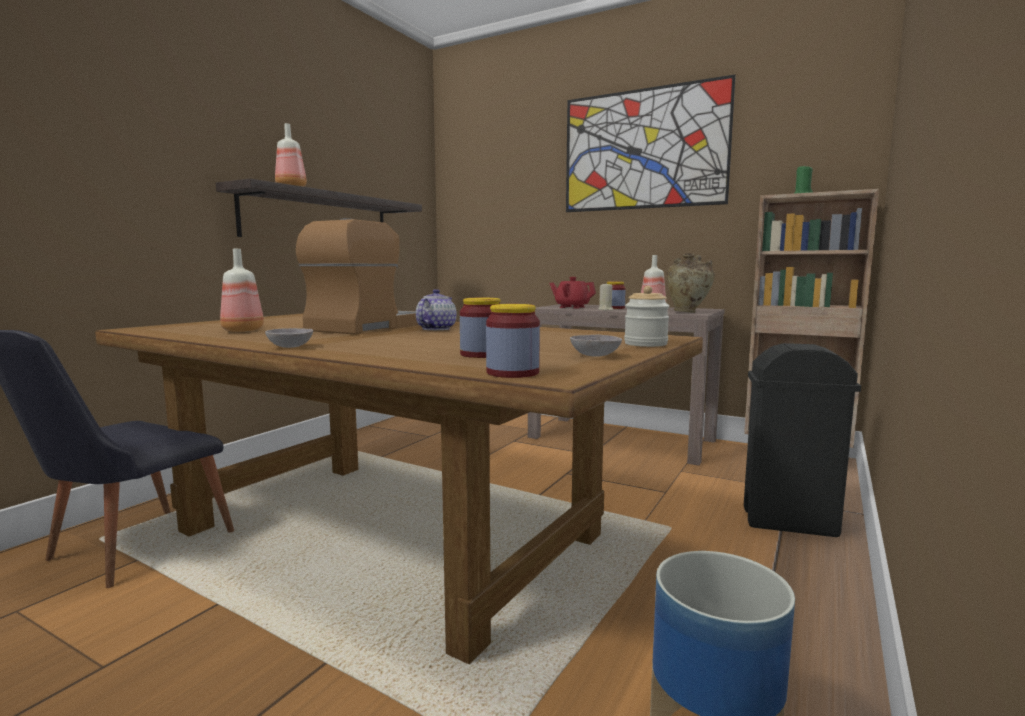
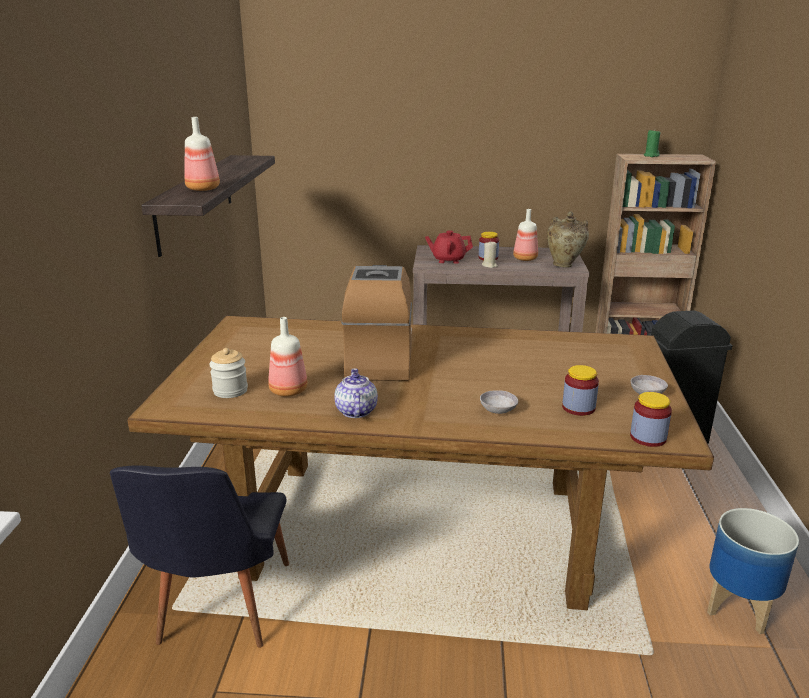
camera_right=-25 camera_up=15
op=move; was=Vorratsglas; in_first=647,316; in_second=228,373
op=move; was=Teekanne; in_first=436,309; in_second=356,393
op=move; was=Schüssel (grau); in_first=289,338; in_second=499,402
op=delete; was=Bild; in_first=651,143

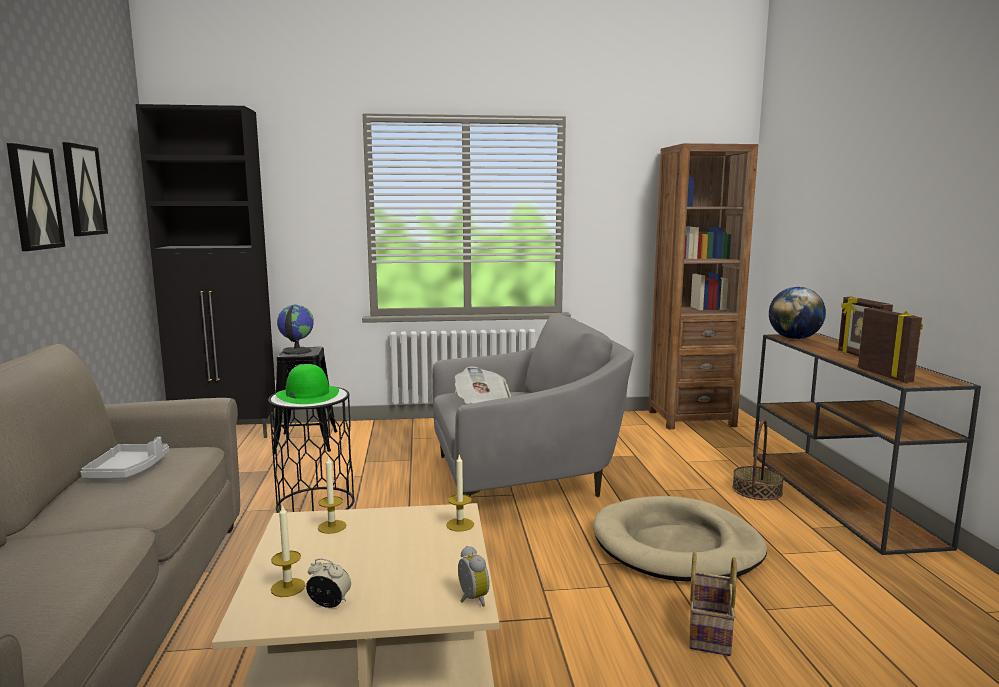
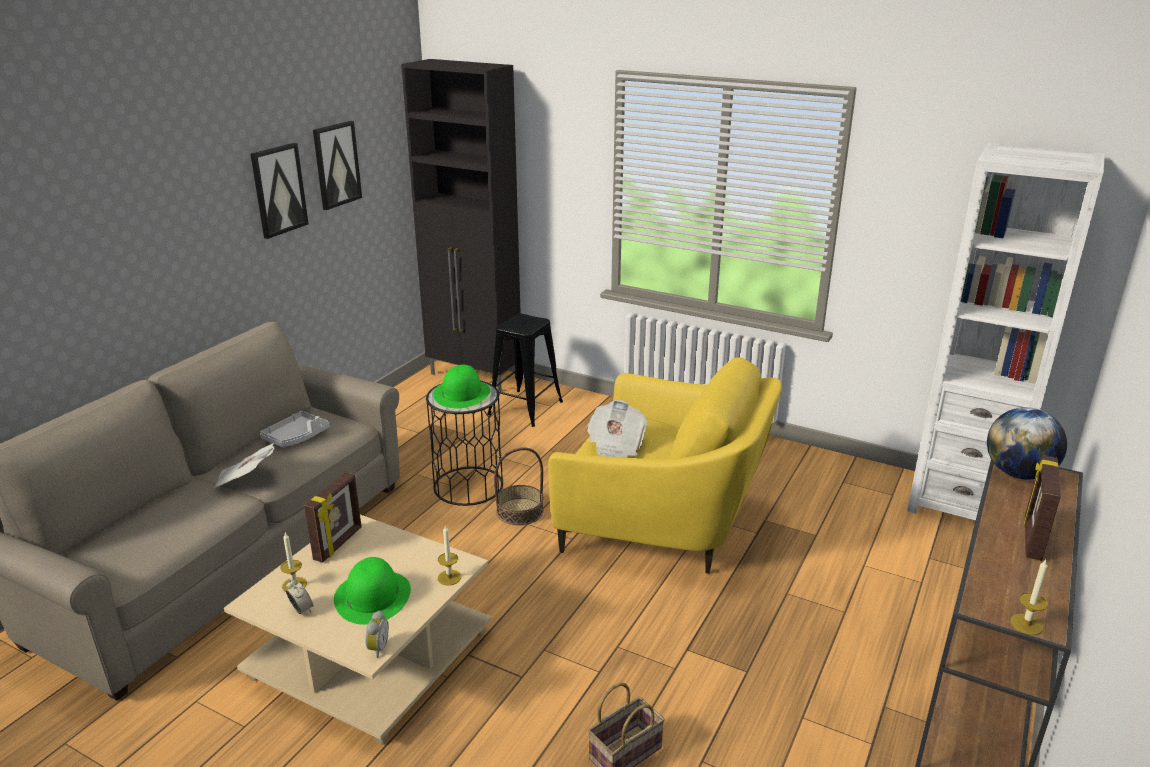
camera_right=35 camera_up=15
op=insert; now=Zeitung; in_second=244,465
op=move; was=Bilderrahmen; in_first=890,345; in_second=333,517
op=insert; now=Hut (grün); in_second=372,591
op=move; was=Korb; in_first=758,459; in_second=519,486
op=recolor; was=Sessel (grau); now=Sessel (gelb); in_first=533,405; in_second=665,466
op=recolor; was=Bücherregal (braun); now=Bücherregal (weiß); in_first=703,286; in_second=1006,331
op=move; was=Kerze; in_first=332,495; in_second=1029,597
op=delete; was=Globus; in_first=295,330
op=delete; was=Hundebett (beige); in_first=680,539

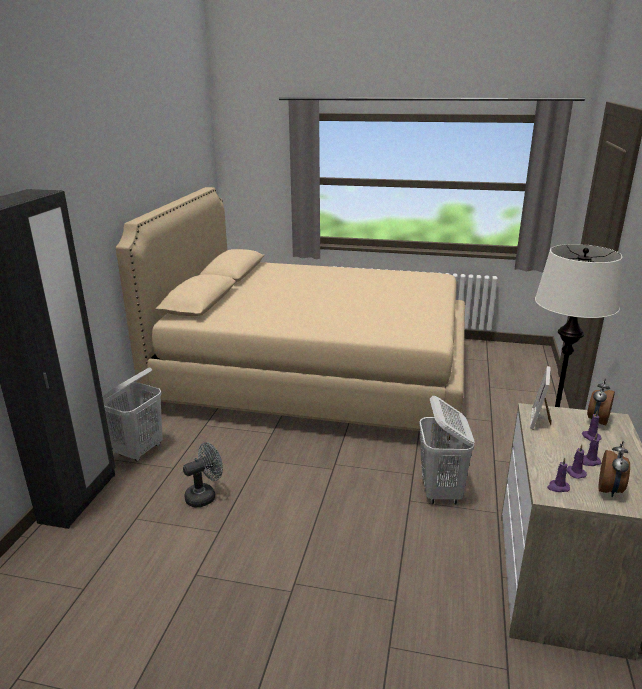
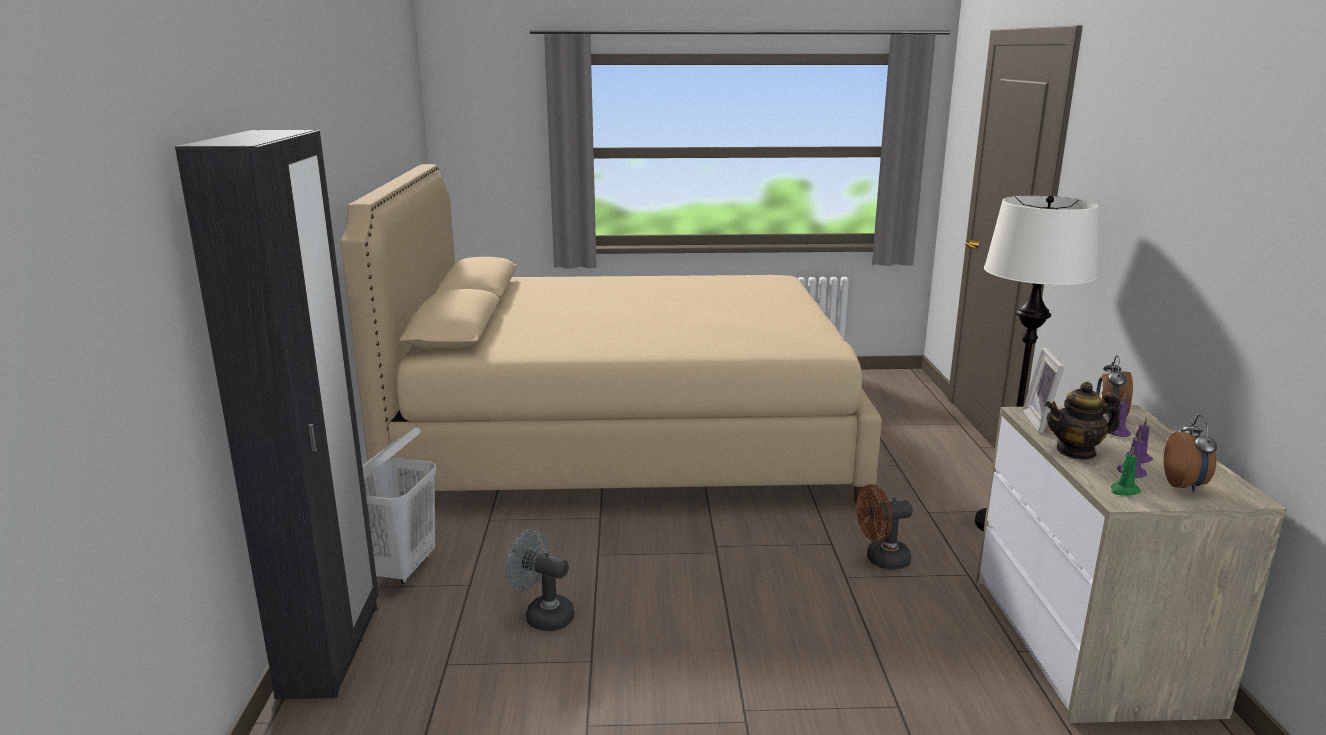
camera_right=-15 camera_up=-5
op=rotate; was=Ventilator (grau); in_first=203,474; in_second=540,579; clockwise=-105
op=replace; was=Wäschekorb (weiß); now=Ventilator (braun); in_first=447,450; in_second=884,527
op=insert; now=Teekanne; in_second=1082,421
op=recolor; was=Kerze (lila); now=Kerze (grün); in_first=558,475; in_second=1126,471

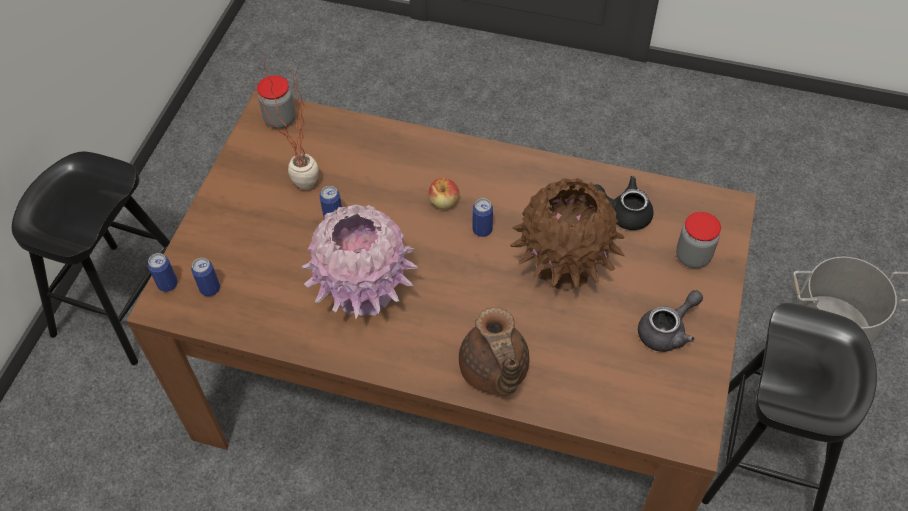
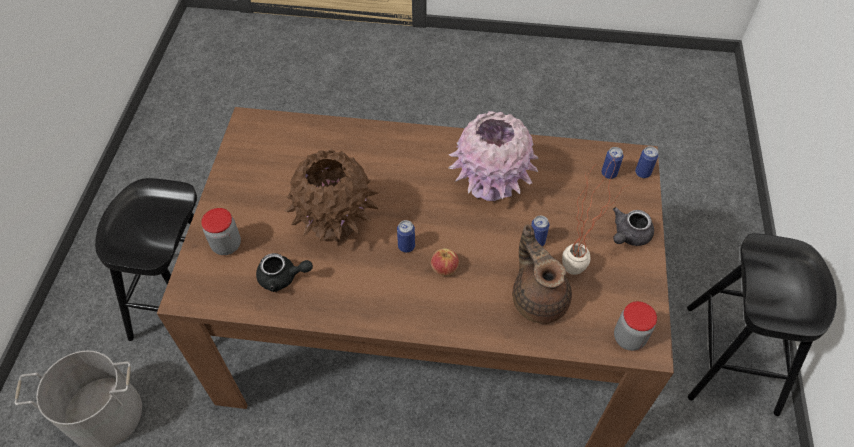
camera_right=170 camera_up=0
op=move; was=Teekanne (braun); in_first=494,351; in_second=542,273
op=move; was=Teekanne (grau); in_first=670,321; in_second=633,226

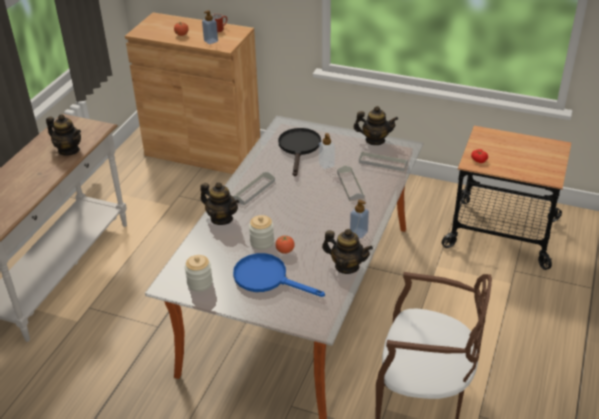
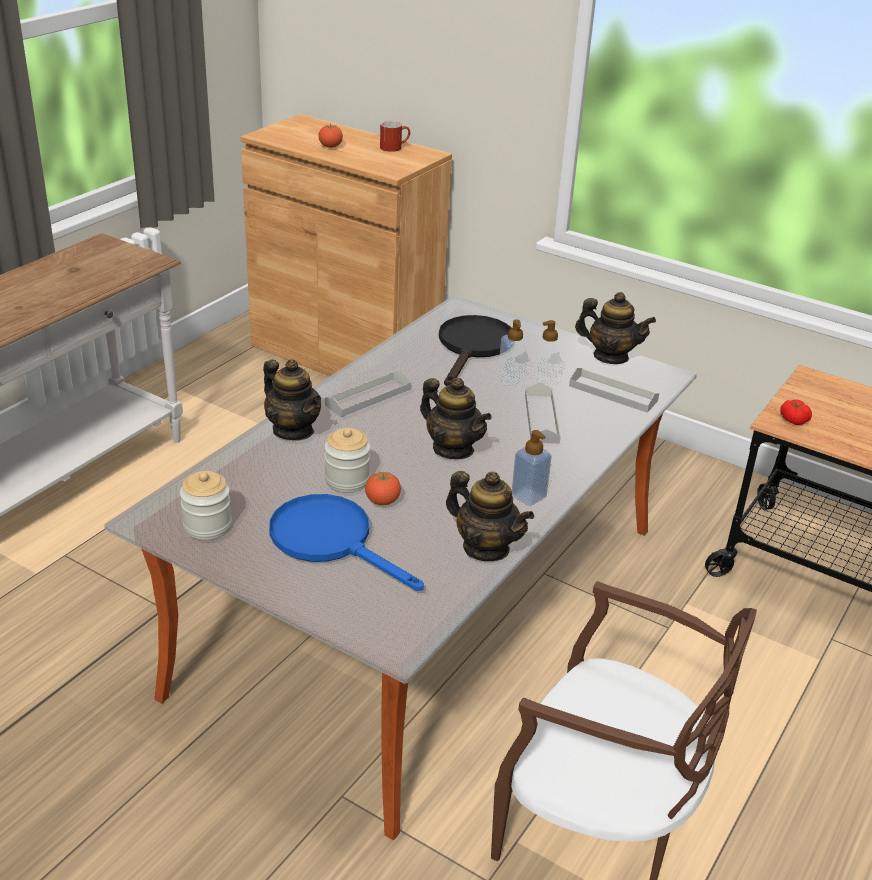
camera_right=10 camera_up=-5
op=move; was=Teekanne; in_first=63,134; in_second=456,418
op=move; was=Seifenspender; in_first=210,27; in_second=547,353

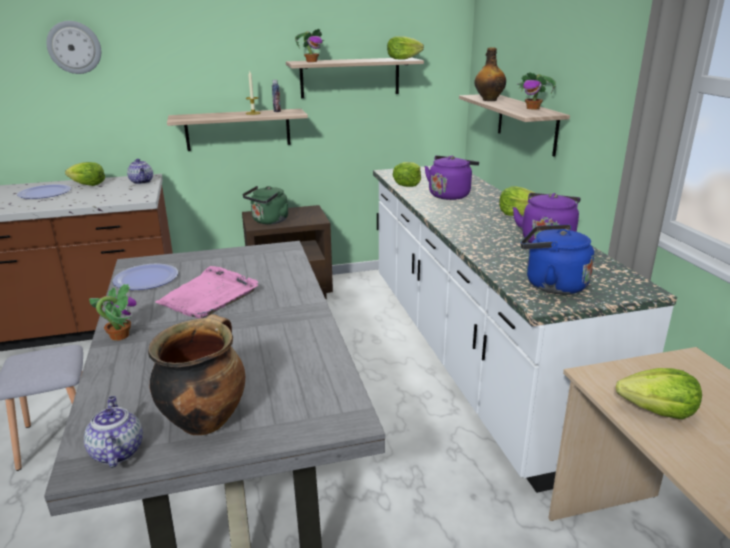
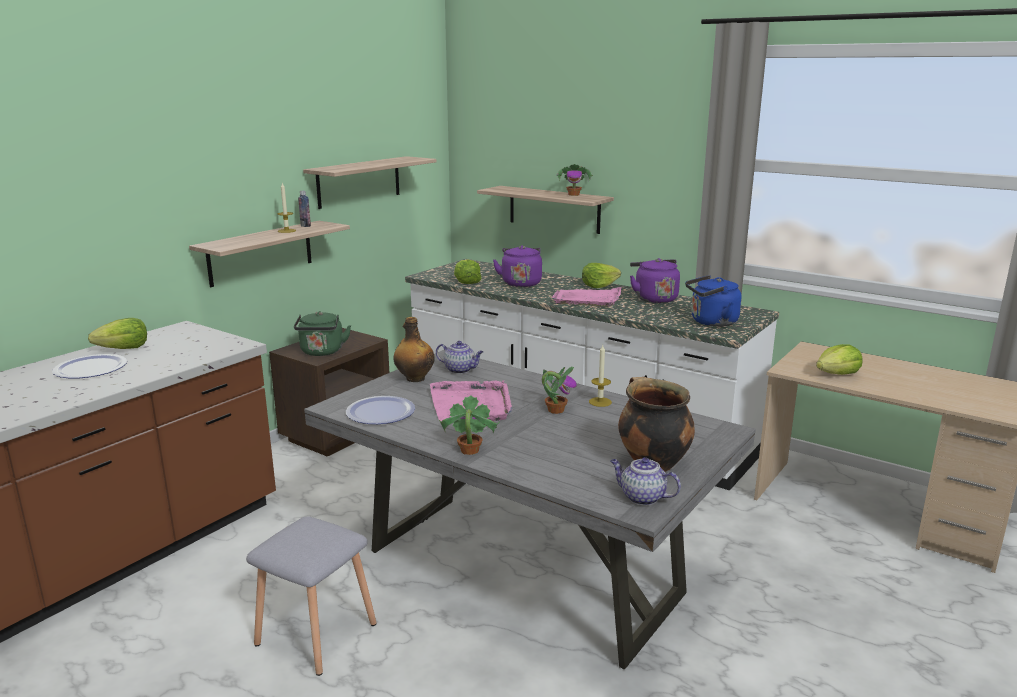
camera_right=-40 camera_up=-5
op=move; was=Flasche; in_first=490,74; in_second=414,349
op=move; was=Teekanne; in_first=140,171; in_second=459,357
op=move; was=Topfpflanze; in_first=309,45; in_second=559,390
op=insert; now=Tablett (rosa); in_second=586,297
op=insert; now=Kerze; in_second=600,376
op=delete; was=Wanduhr; in_first=73,47
op=delete; was=Salatkopf; in_first=405,47

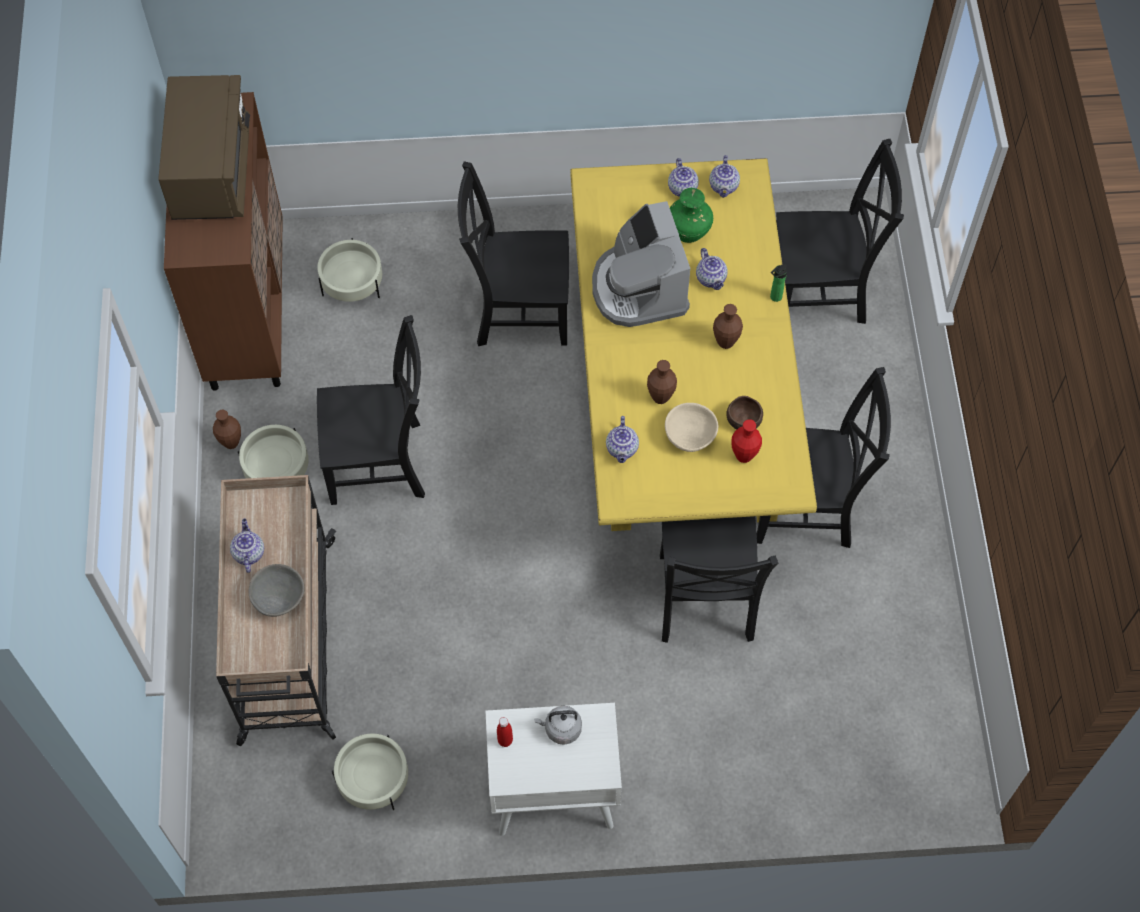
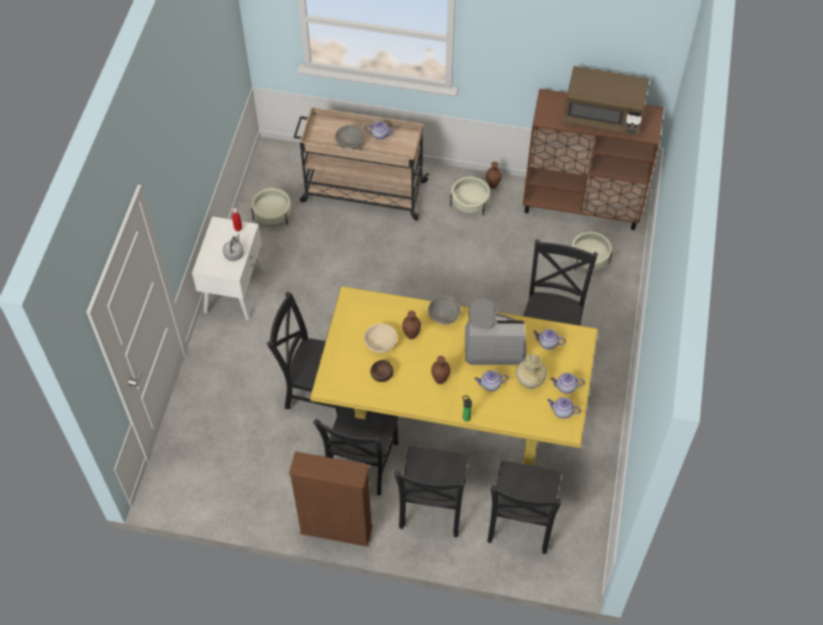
camera_right=105 camera_up=-5
op=insert; now=Bücherregal (braun); in_second=331,499
op=move; was=Stuhl (schwarz); in_first=371,410; in_second=431,492
op=insert; now=Schüssel (grau); in_second=444,310
op=recolor; was=Vase (grün); now=Vase (beige); in_first=691,215; in_second=531,371
op=move; was=Teekanne; in_first=622,439; in_second=549,339
op=delete; was=Vase (rot); in_first=746,441

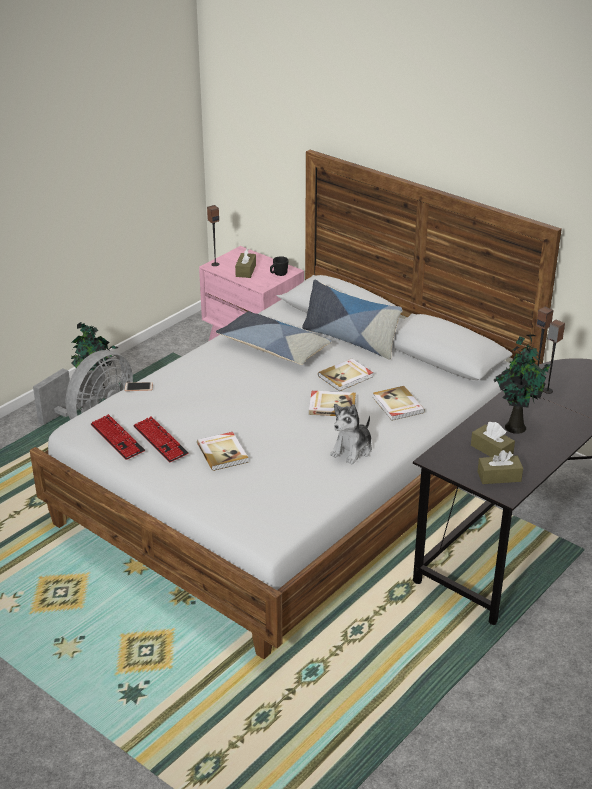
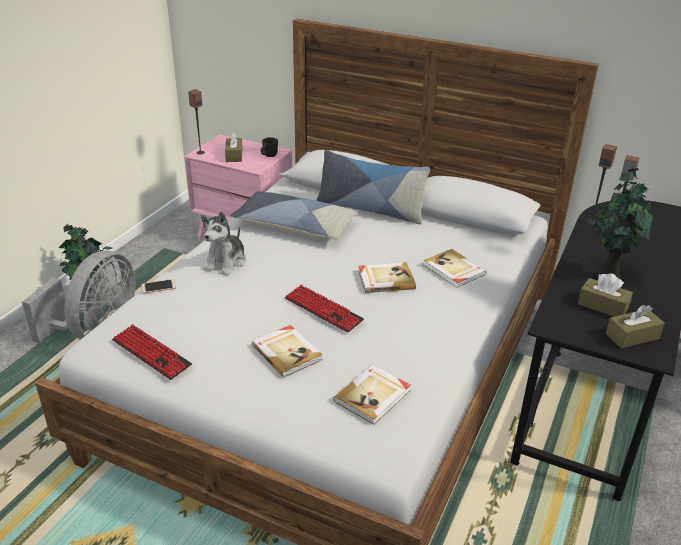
camera_right=-15 camera_up=0
op=move; was=Plüschtier; in_first=351,434; in_second=223,243
op=move; was=Tastatur; in_first=161,439; in_second=324,309
op=move; was=Buch; in_first=345,374; in_second=372,395

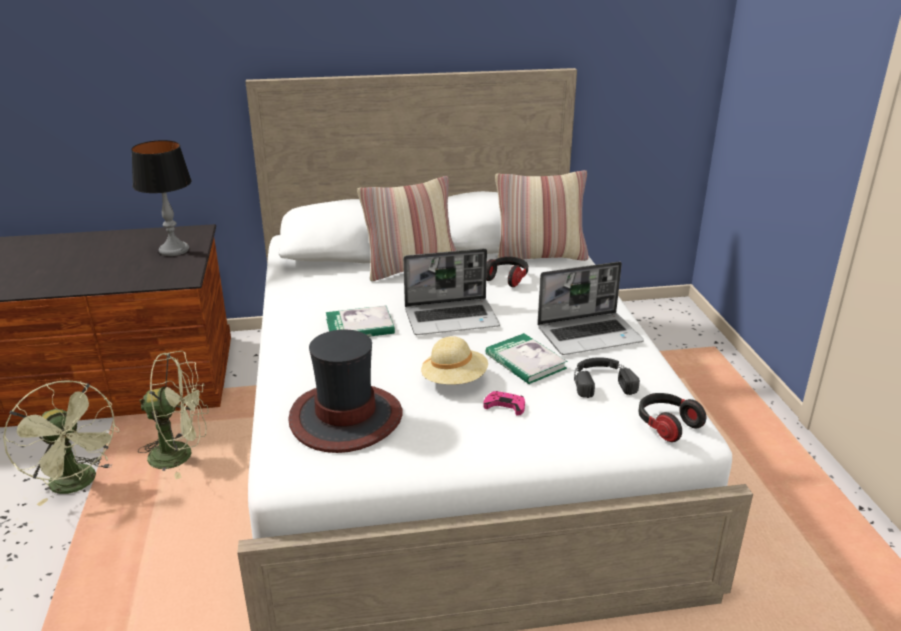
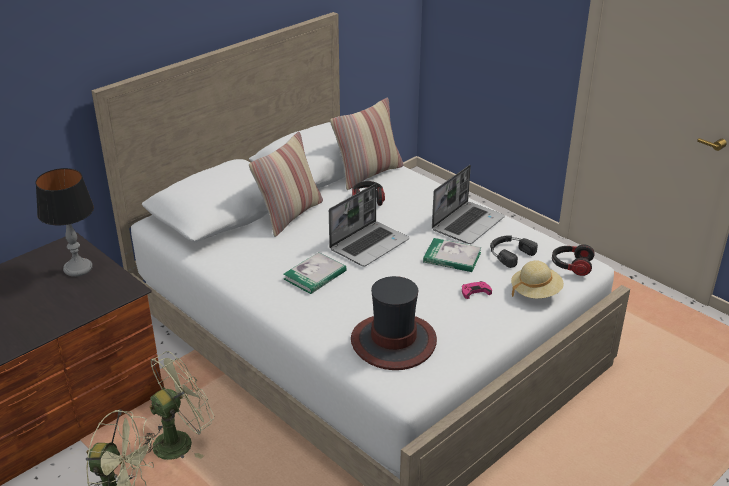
camera_right=-35 camera_up=5
op=move; was=Hut (beige); in_first=454,360; in_second=537,280

